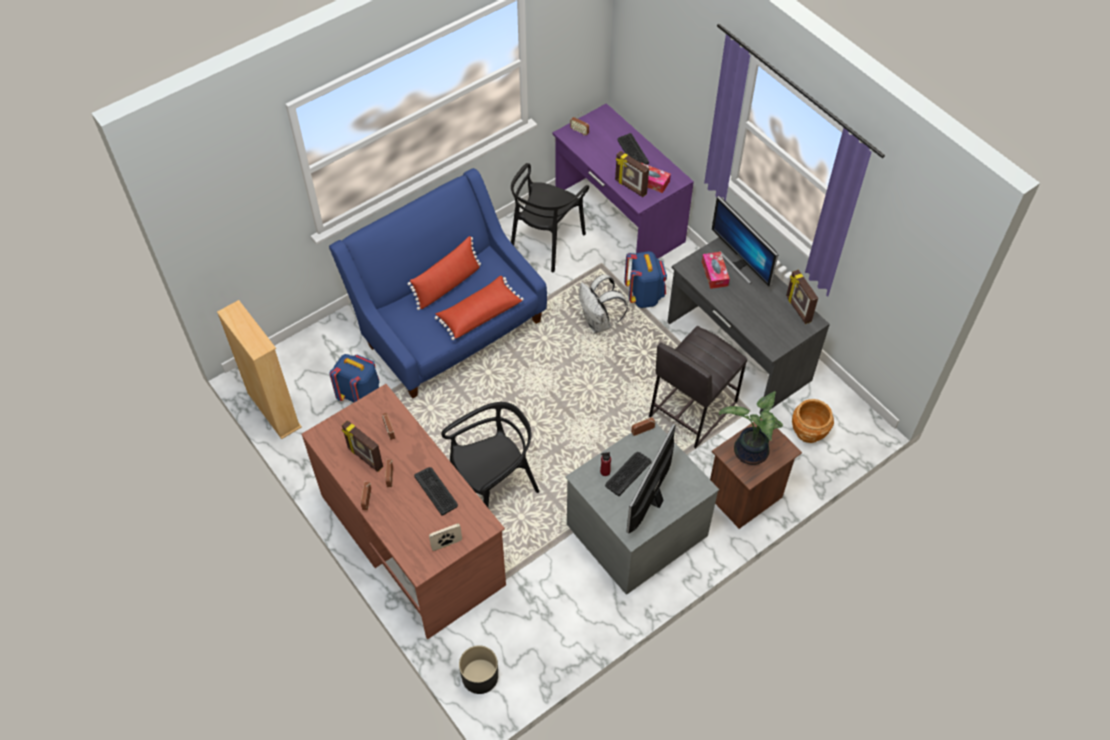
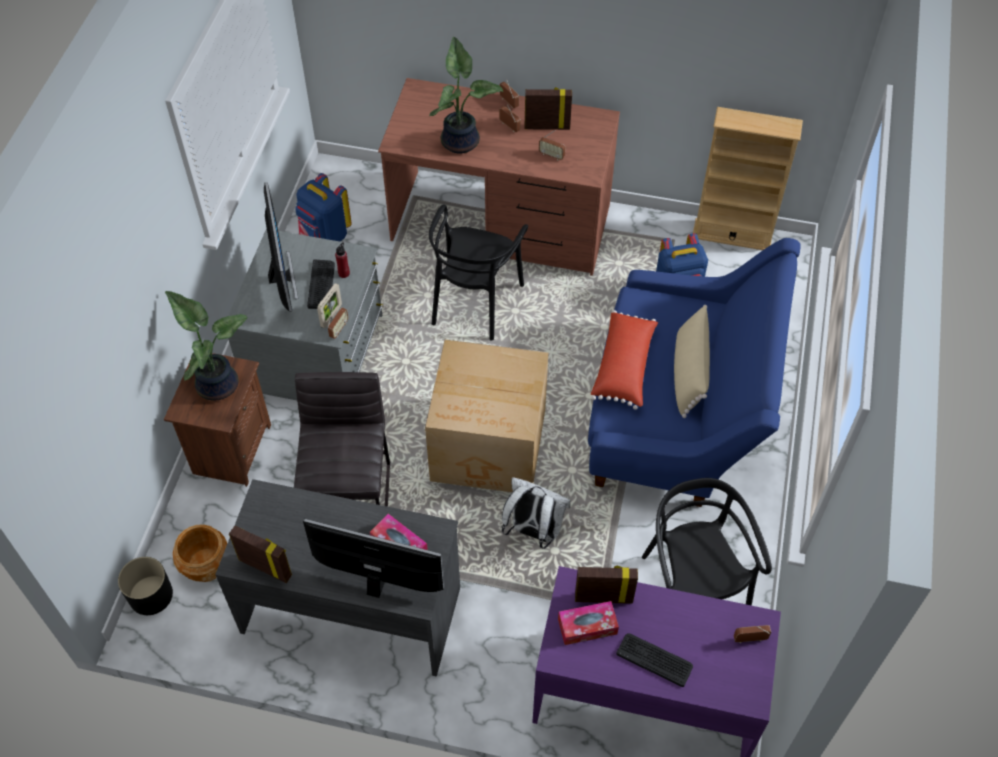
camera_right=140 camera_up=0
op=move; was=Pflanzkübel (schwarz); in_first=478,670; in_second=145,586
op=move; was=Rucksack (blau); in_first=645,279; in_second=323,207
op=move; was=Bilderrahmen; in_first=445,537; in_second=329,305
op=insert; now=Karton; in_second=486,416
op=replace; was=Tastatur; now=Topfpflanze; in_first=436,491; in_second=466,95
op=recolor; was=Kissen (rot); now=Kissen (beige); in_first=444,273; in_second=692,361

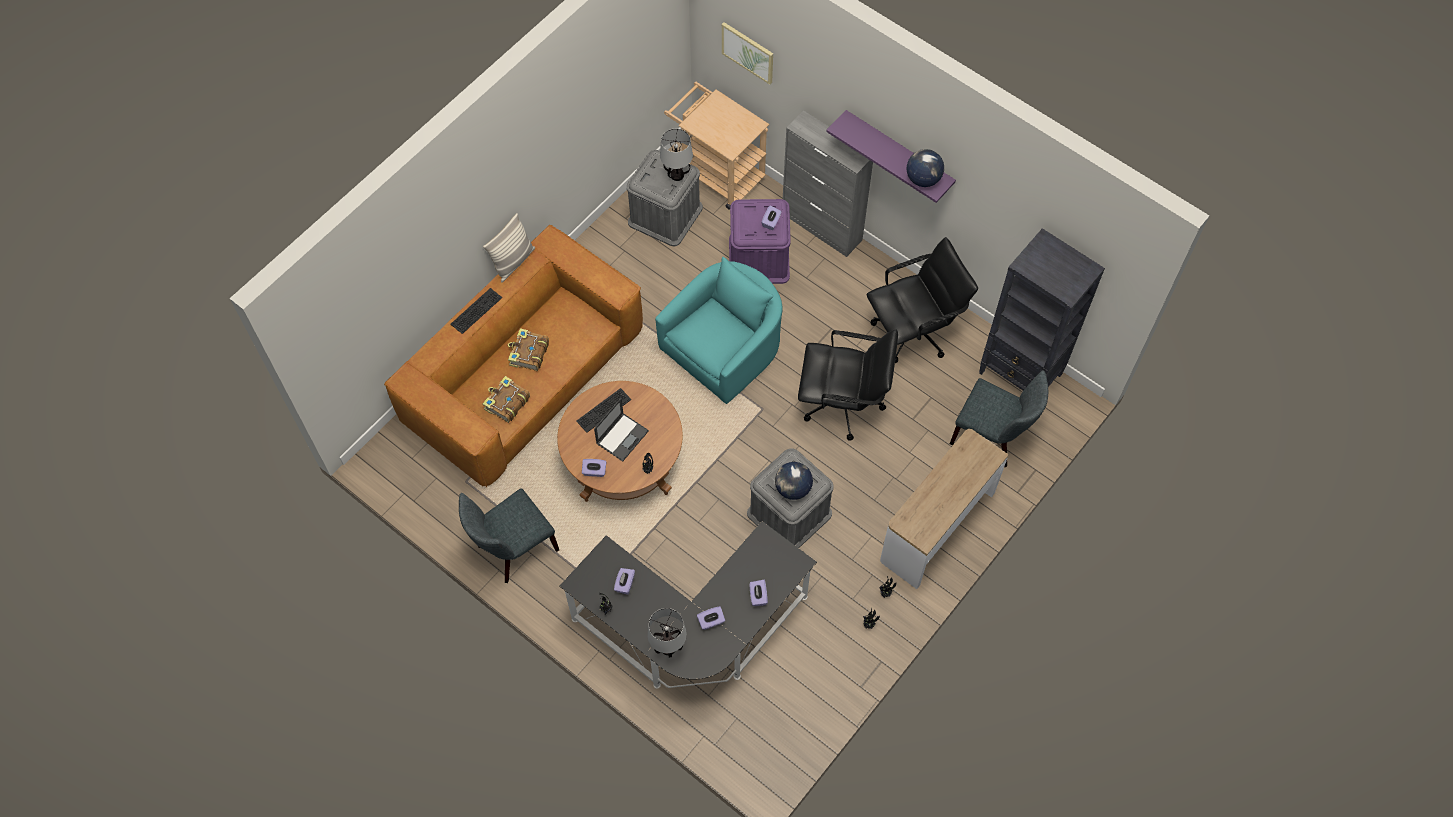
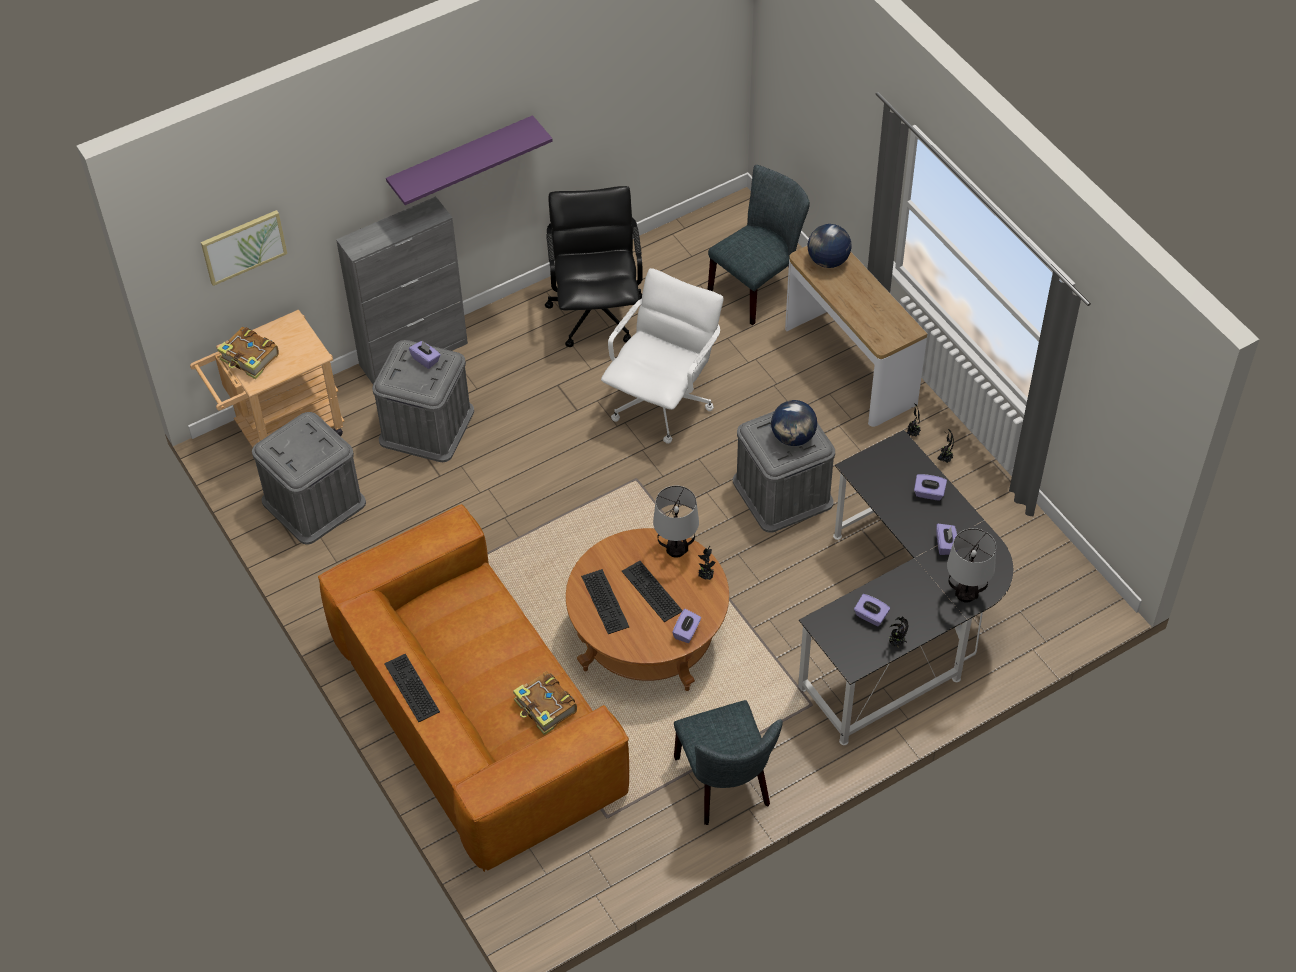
camera_right=-70 camera_up=-10
op=move; was=Buch; in_first=528,349; in_second=248,353
op=recolor; was=Aufbewahrungsbox (lila); now=Aufbewahrungsbox (grau); in_first=760,241; in_second=423,401
op=recolor; was=Bürostuhl (schwarz); now=Bürostuhl (weiß); in_first=848,385; in_second=662,356
op=replace; was=Laptop; now=Tastatur; in_first=621,430; in_second=652,591
op=move; was=Tischlampe; in_first=676,155; in_second=676,522
op=move; was=Globus; in_first=925,168; in_second=829,246
op=delete; was=Kissen; in_first=509,248
op=delete; was=Sessel (türkis); in_first=719,330
op=delete; was=Bücherregal (schwarz); in_first=1042,309

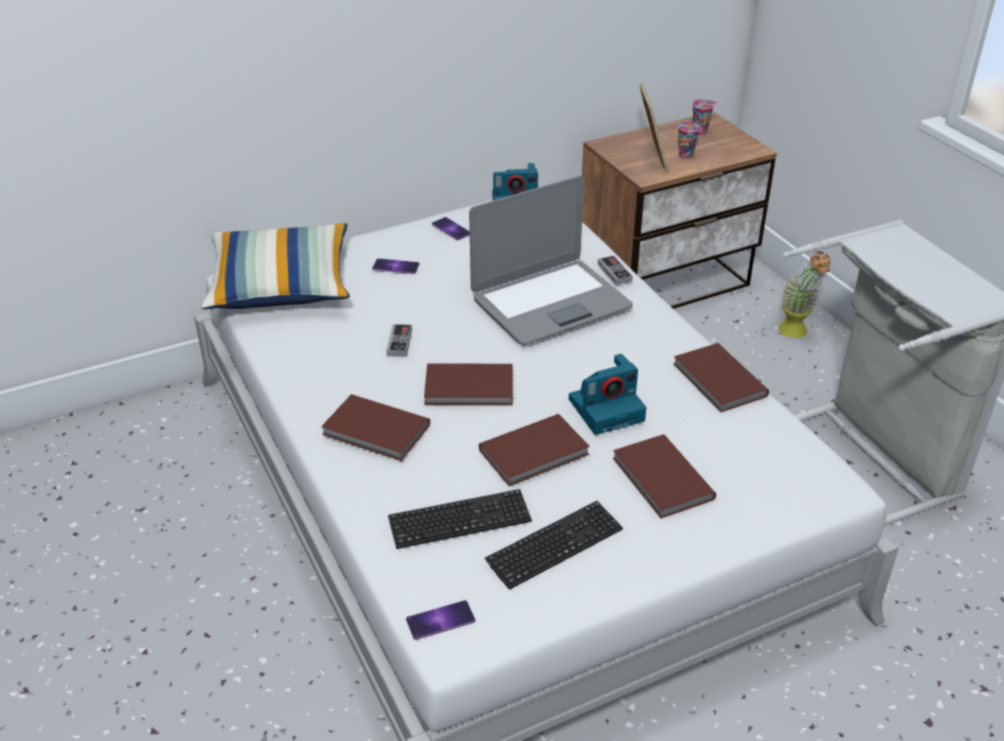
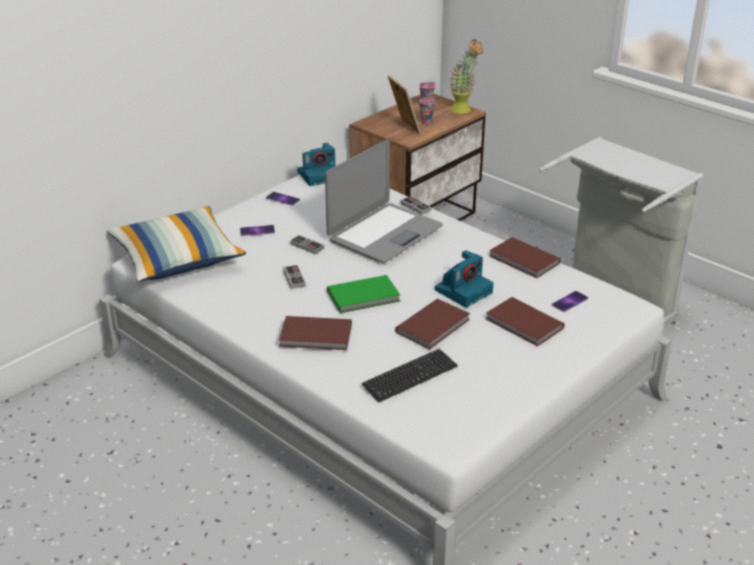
camera_right=-20 camera_up=-5
op=insert; now=Gamepad; in_second=307,244
op=recolor; was=Buch (braun); now=Buch (grün); in_first=468,384; in_second=363,294
op=move; was=Topfpflanze; in_first=804,294; in_second=466,76
op=move; was=Handy; in_first=440,620; in_second=570,301
op=delete; was=Tastatur; in_first=554,545

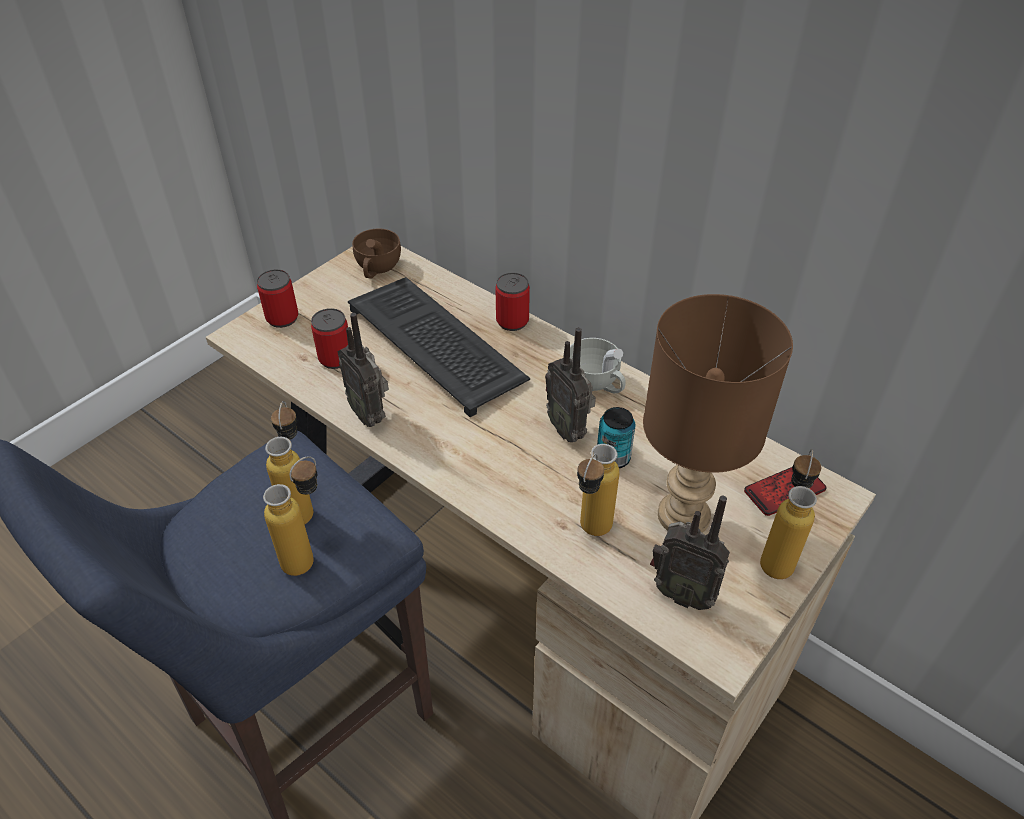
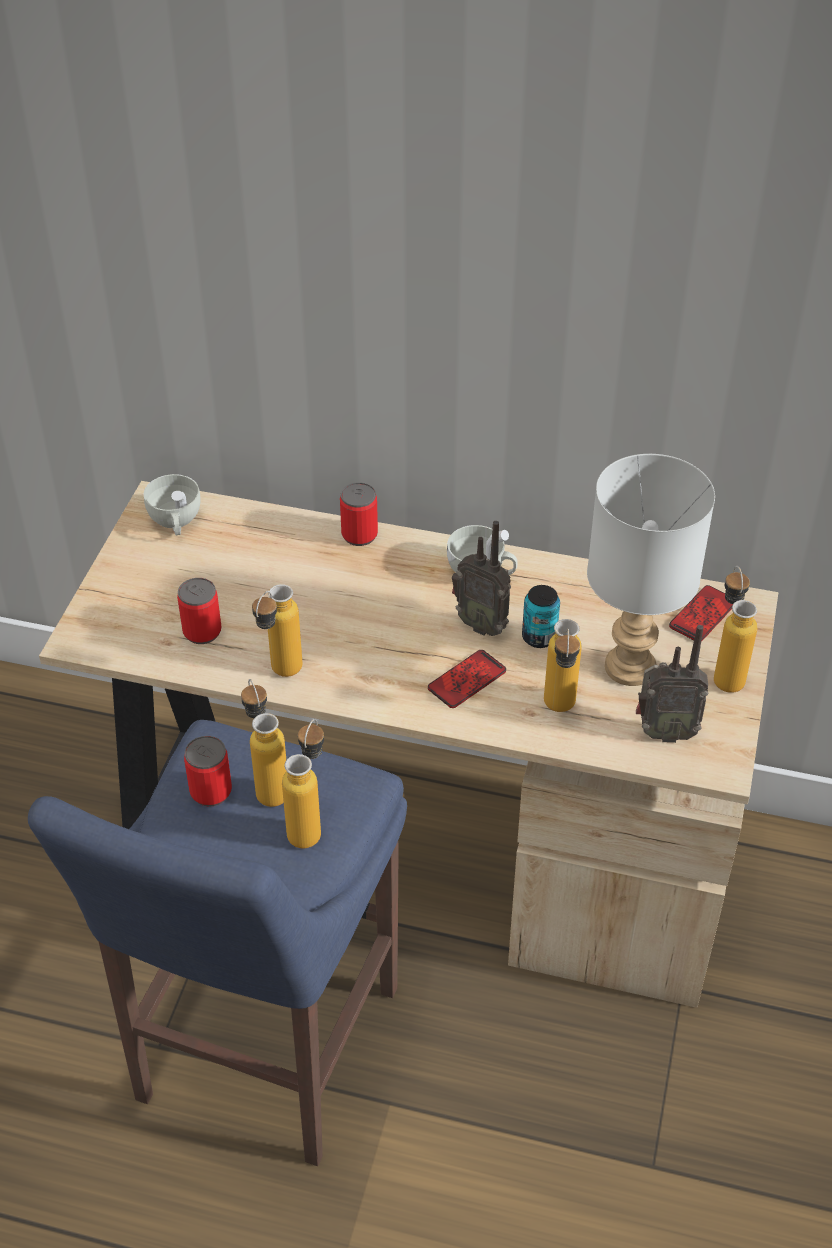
camera_right=-25 camera_up=0
op=recolor; was=Tasse (braun); now=Tasse (weiß); in_first=376,254; in_second=172,504
op=move; was=Dose; in_first=277,298; in_second=208,771
op=replace; was=Radio; now=Flasche; in_first=363,370; in_second=277,630
op=insert; now=Handy; in_second=467,679
op=recolor; was=Tischlampe (braun); now=Tischlampe (grau); in_first=718,413; in_second=651,570
op=delete; was=Tastatur; in_first=439,347

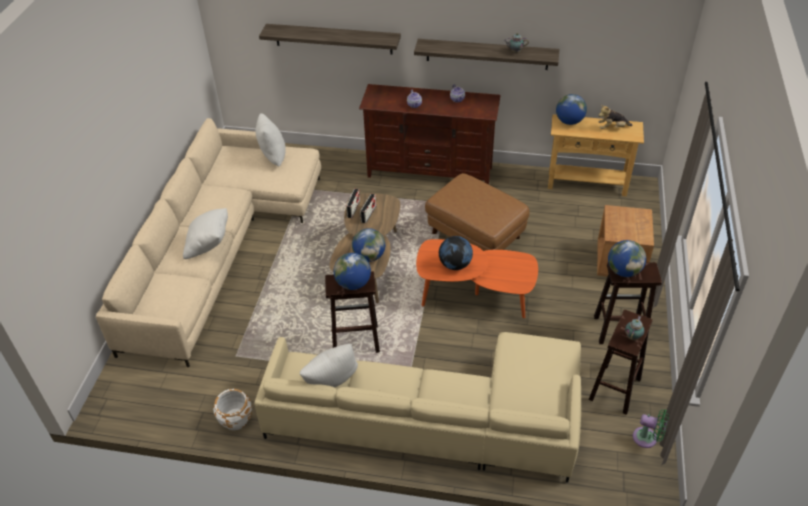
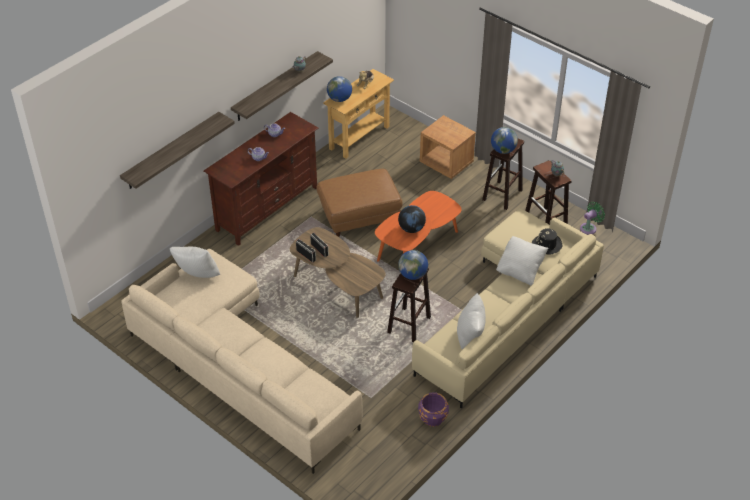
camera_right=-60 camera_up=0
op=recolor; was=Pflanzkübel (weiß); now=Pflanzkübel (lila); in_first=232,409; in_second=433,409
op=move; was=Kissen (weiß); in_first=205,233; in_second=522,260
op=insert; now=Hut (schwarz); in_second=547,241
op=delete; was=Globus; in_first=368,245

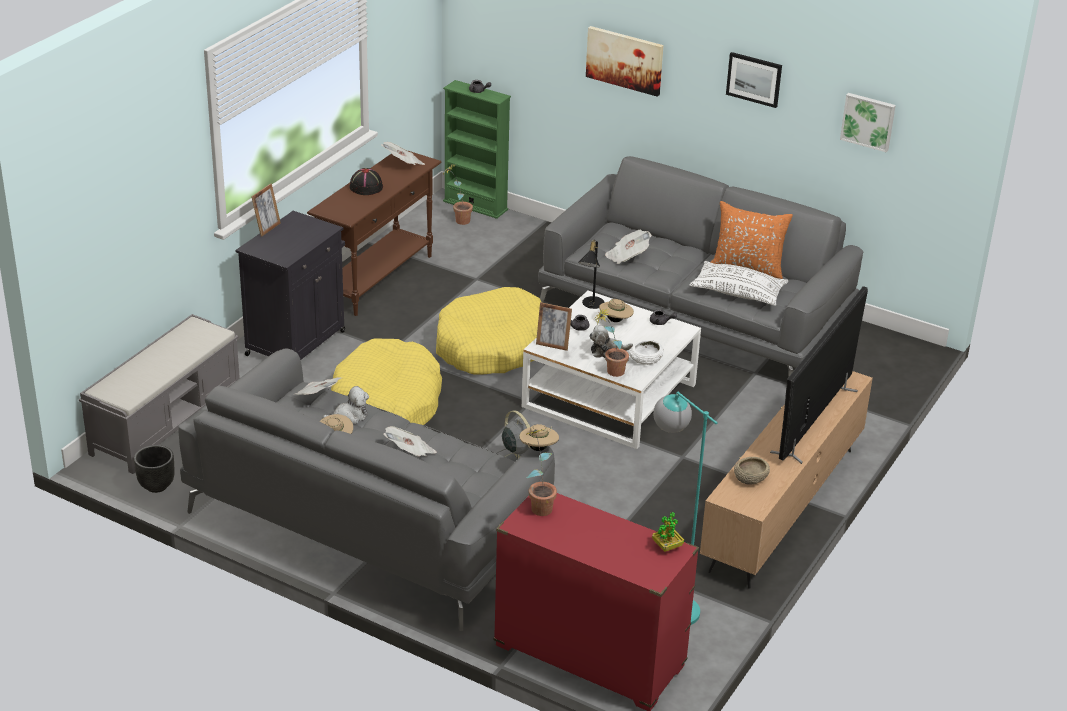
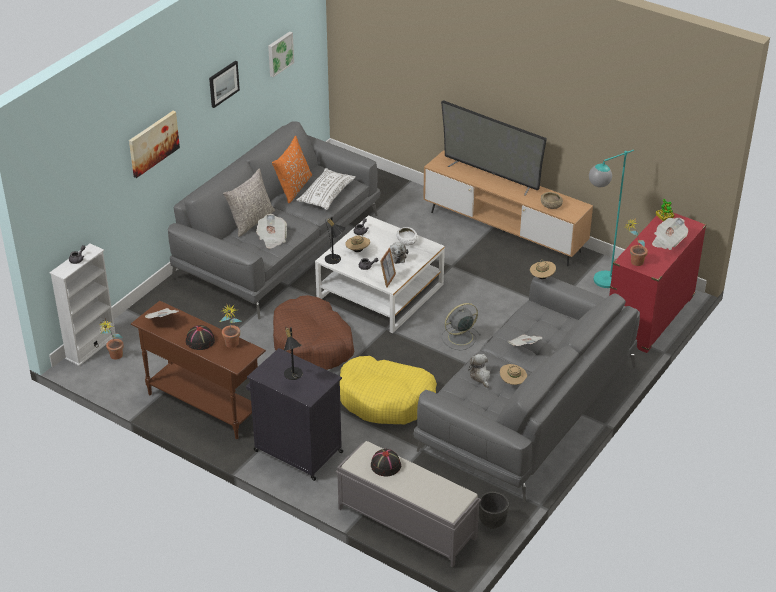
camera_right=-85 camera_up=5
op=recolor; was=Bücherregal (grün); now=Bücherregal (weiß); in_first=477,149; in_second=82,305
op=move; was=Topfpflanze; in_first=611,342; in_second=230,325
op=insert; now=Kissen (grau); in_second=249,202
op=recolor; was=Hundebett (gelb); now=Hundebett (braun); in_first=488,331; in_second=313,332
op=insert; now=Tischlampe (schwarz); in_second=293,353
op=insert; now=Hut (schwarz); in_second=386,462
op=move; was=Zeitung; in_first=318,386; in_second=670,234
op=delete; was=Bilderrahmen; in_first=266,210

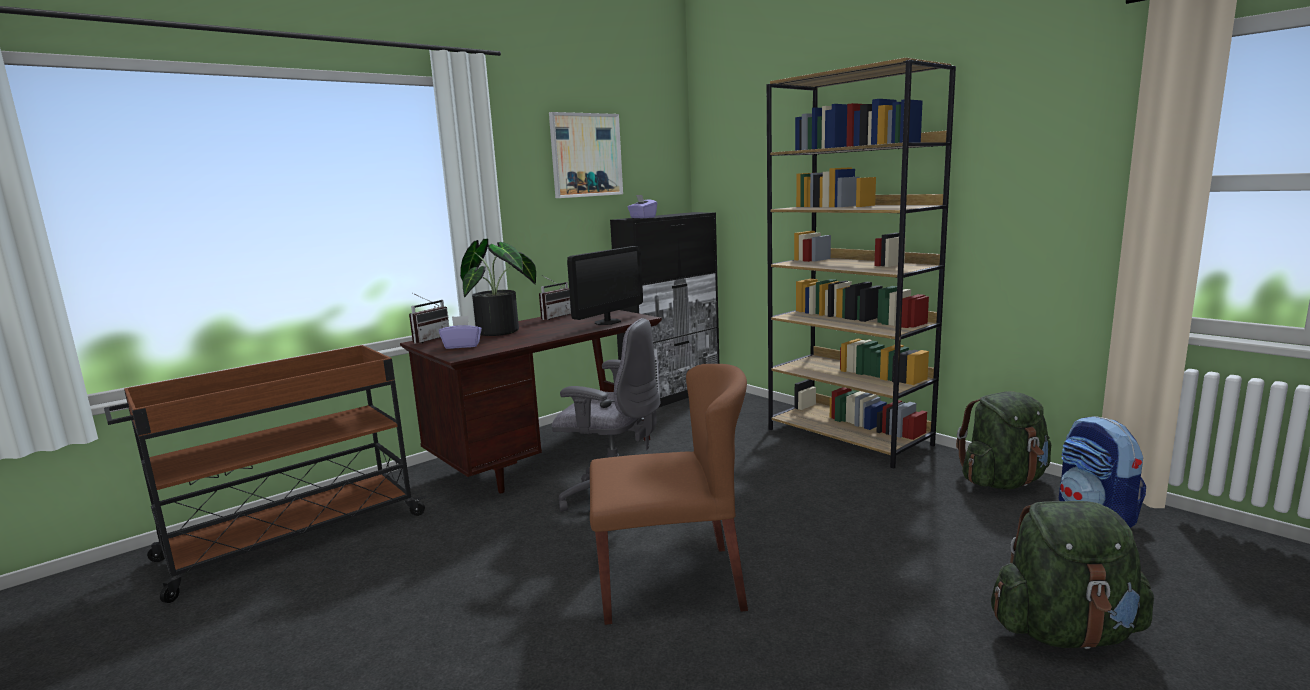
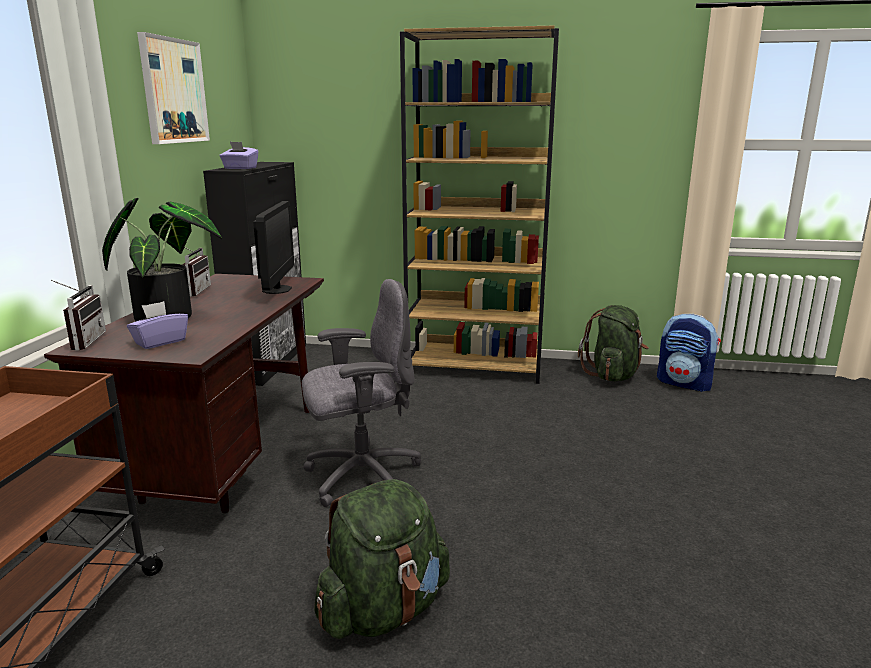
camera_right=-40 camera_up=5
op=move; was=Rucksack (grün); in_first=1072,575; in_second=382,559
op=delete; was=Stuhl (braun); in_first=669,494

